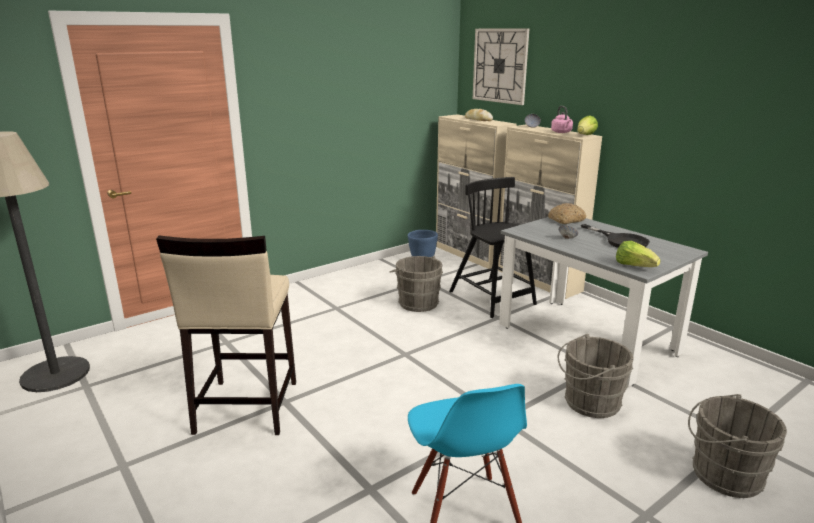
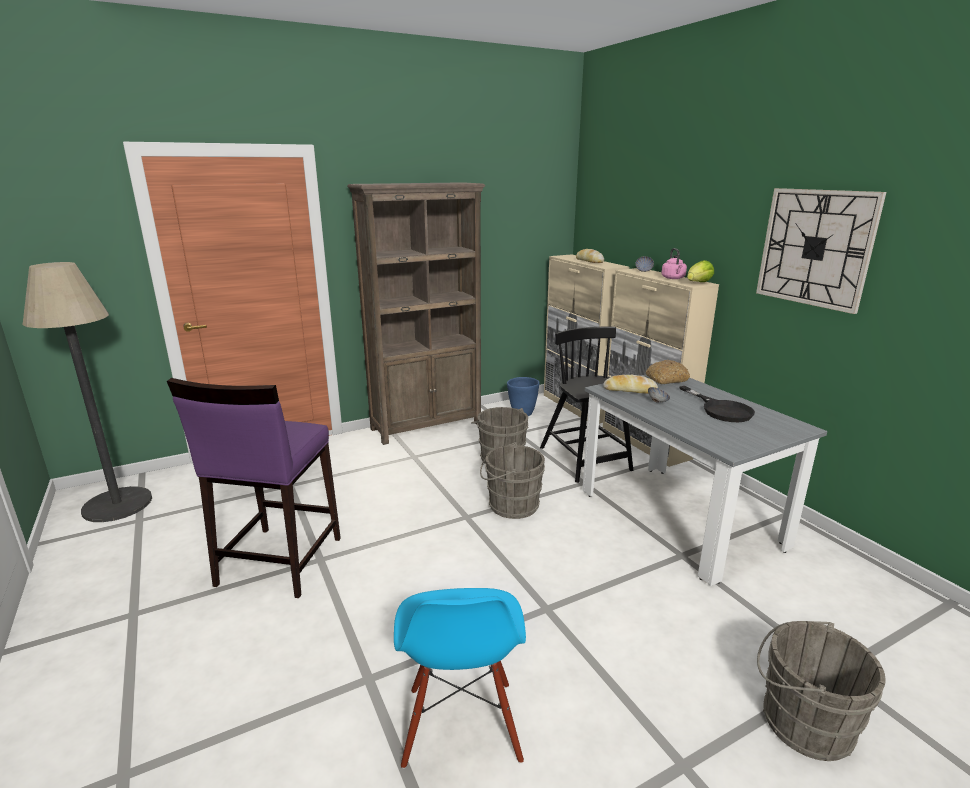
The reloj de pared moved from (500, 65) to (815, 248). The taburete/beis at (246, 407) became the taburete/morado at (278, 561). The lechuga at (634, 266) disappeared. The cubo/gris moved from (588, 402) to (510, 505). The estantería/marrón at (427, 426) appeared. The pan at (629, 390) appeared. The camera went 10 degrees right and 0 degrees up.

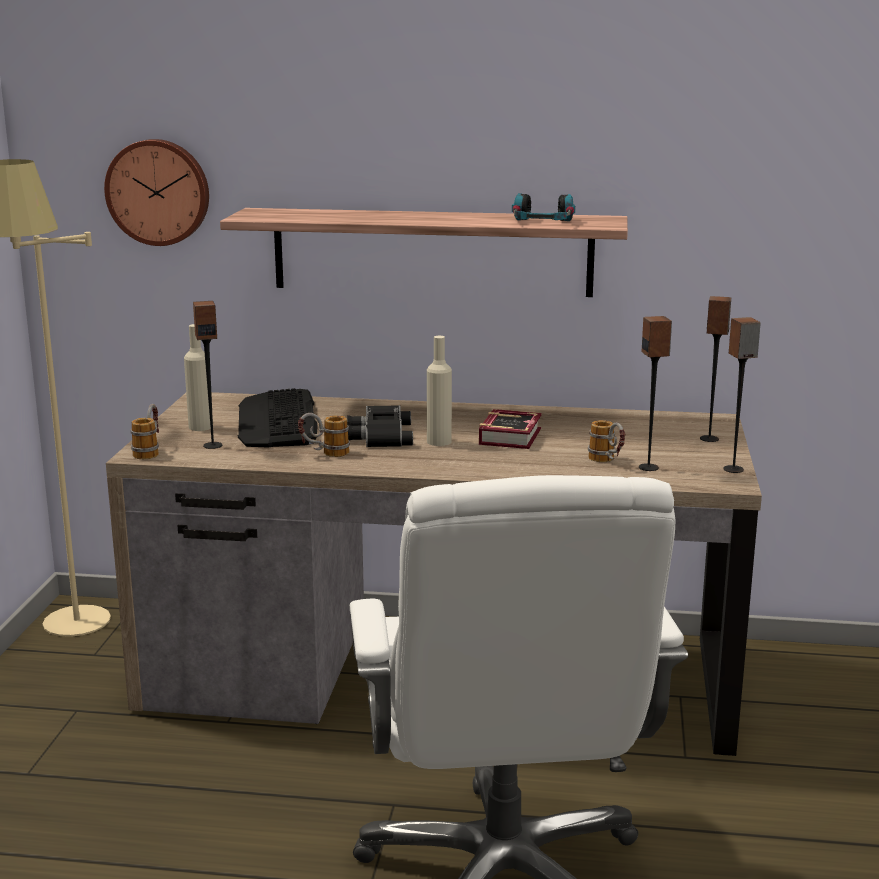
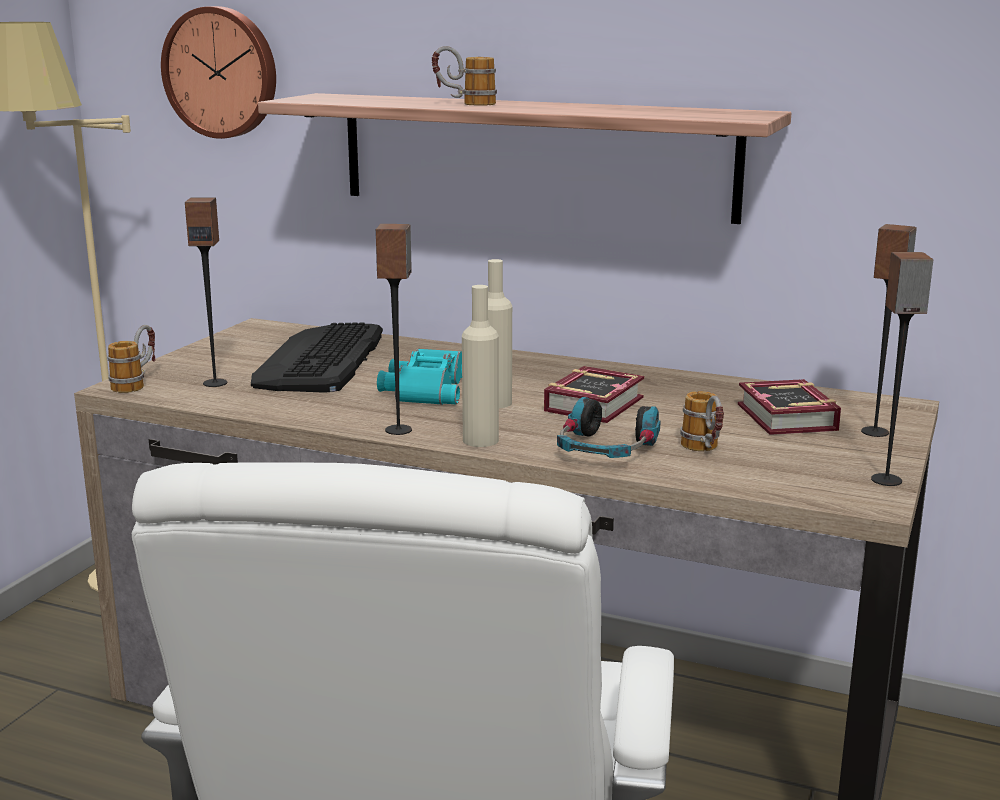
The auriculares moved from (542, 224) to (605, 450). The altavoz moved from (649, 467) to (399, 430). The botella/beis moved from (200, 427) to (480, 440). The prismáticos/negro at (379, 435) became the prismáticos/turquesa at (426, 388). The taza grande moved from (324, 454) to (464, 104). The libro at (785, 419) appeared. The camera went 15 degrees right and 0 degrees up.

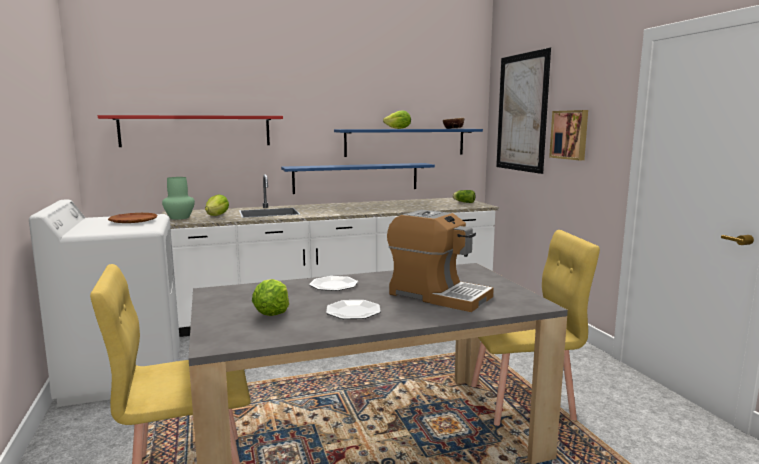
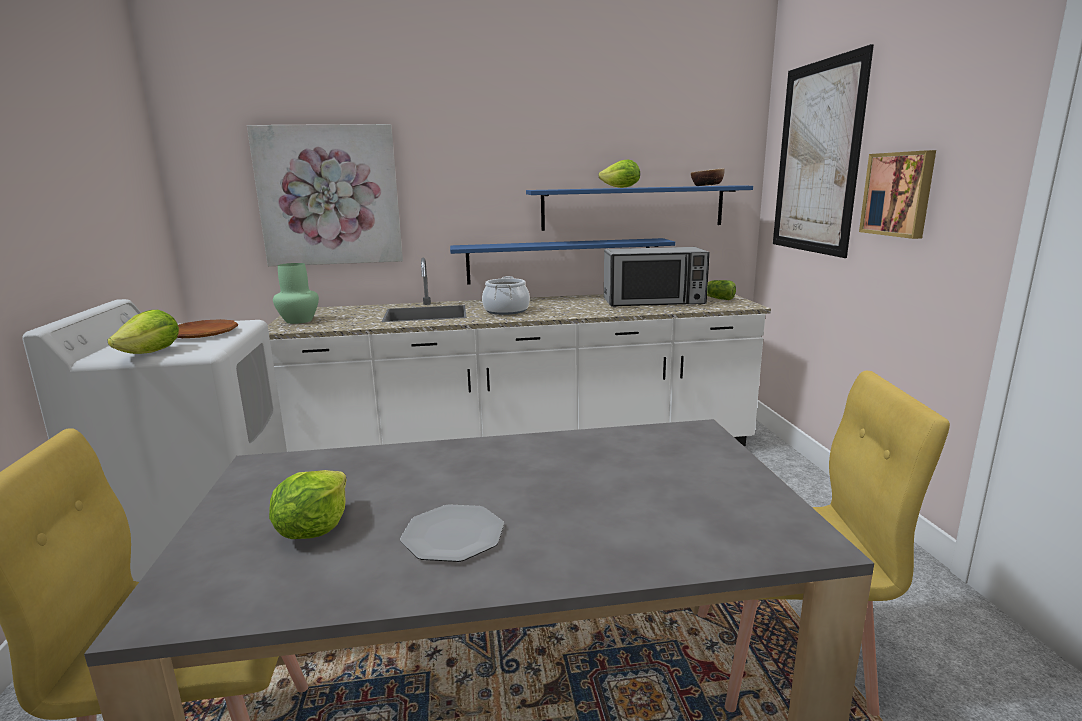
The estante/rojo at (196, 131) was replaced by the cuadro at (329, 196). The lechuga moved from (217, 215) to (152, 352). The cafetera at (438, 295) disappeared. The plato at (333, 285) disappeared. The microondas at (654, 302) appeared. The olla at (506, 311) appeared. The camera went 10 degrees right and 5 degrees up.

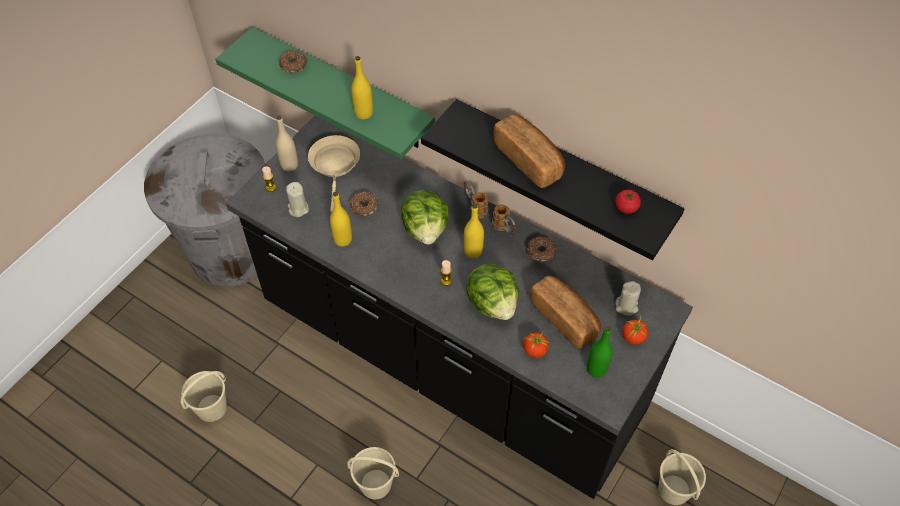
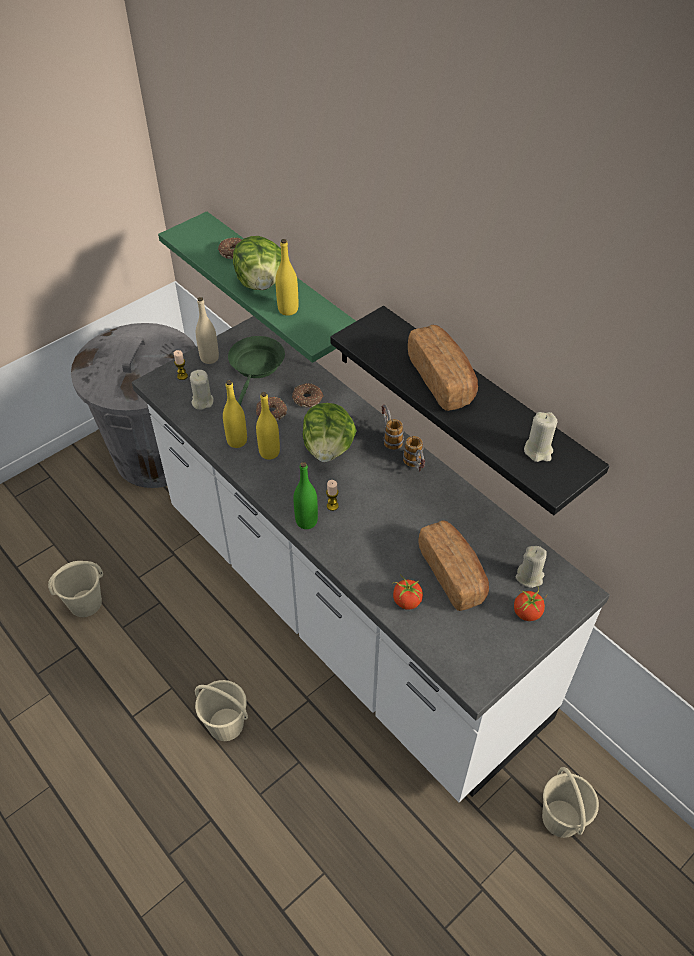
The mueble bajo de cocina/negro at (450, 360) became the mueble bajo de cocina/blanco at (347, 612). The sartén/beis at (335, 166) became the sartén/verde at (256, 368). The tomate at (626, 208) was replaced by the vela/beis at (538, 451). The botella/amarillo moved from (473, 251) to (269, 452). The rosquilla moved from (541, 251) to (308, 399). The lechuga moved from (493, 303) to (261, 283). The botella/verde moved from (596, 369) to (306, 521). The camera went 15 degrees right and 5 degrees down.

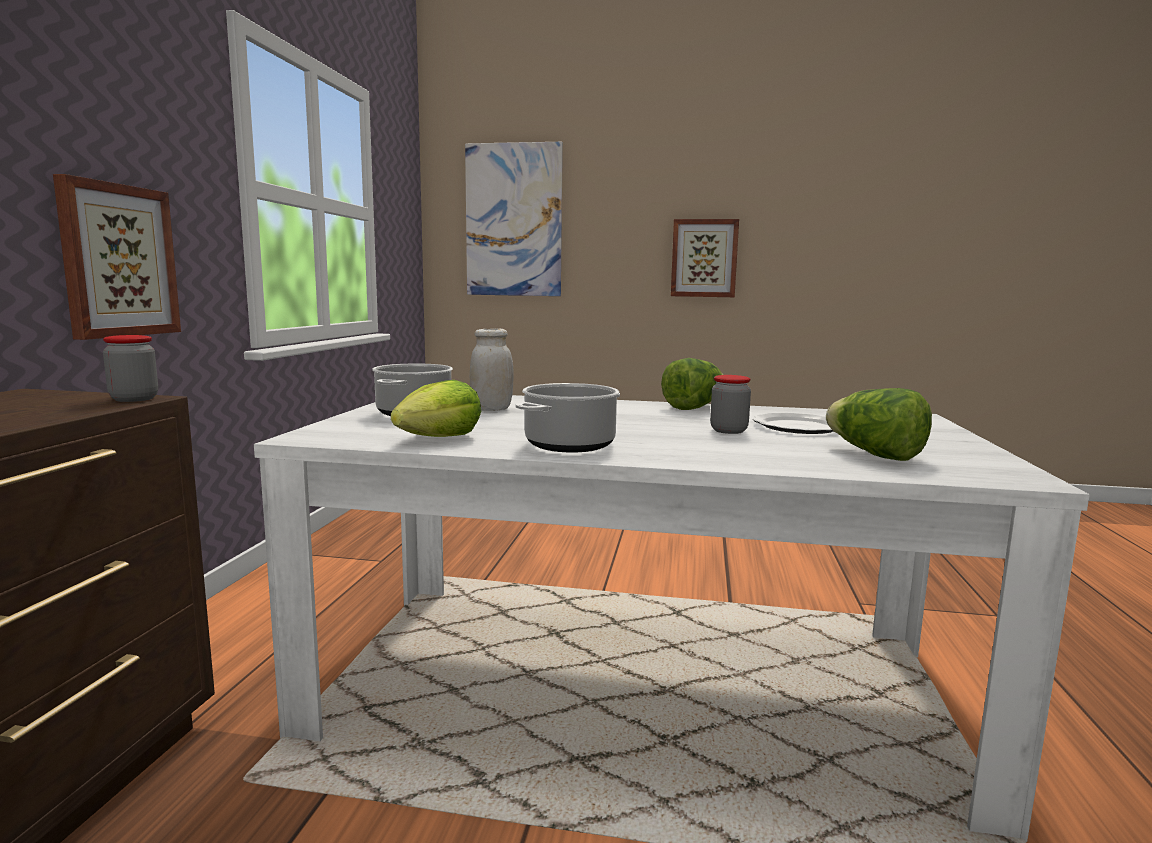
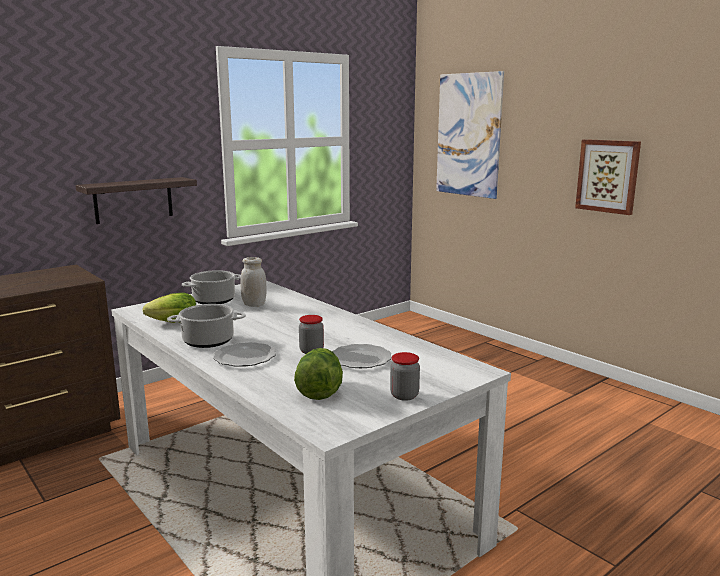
The cuadro at (118, 261) was replaced by the estante at (133, 200). The tarro moved from (134, 399) to (404, 395). The lechuga at (694, 407) disappeared. The plato at (246, 357) appeared. The camera went 40 degrees right and 5 degrees up.

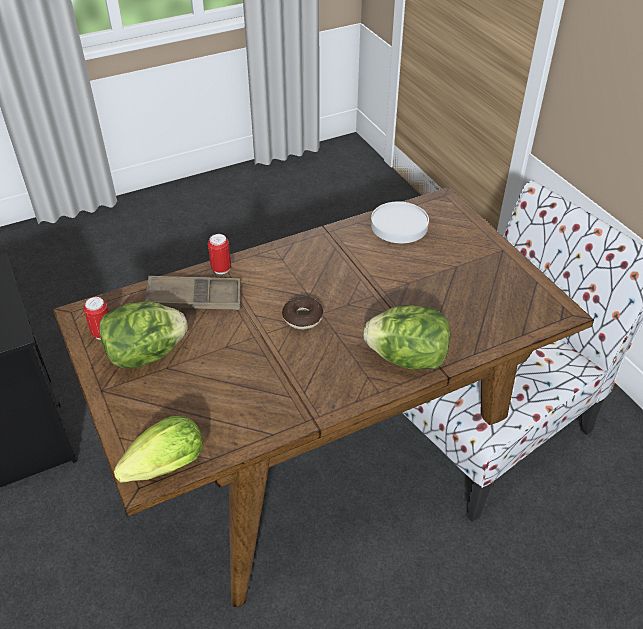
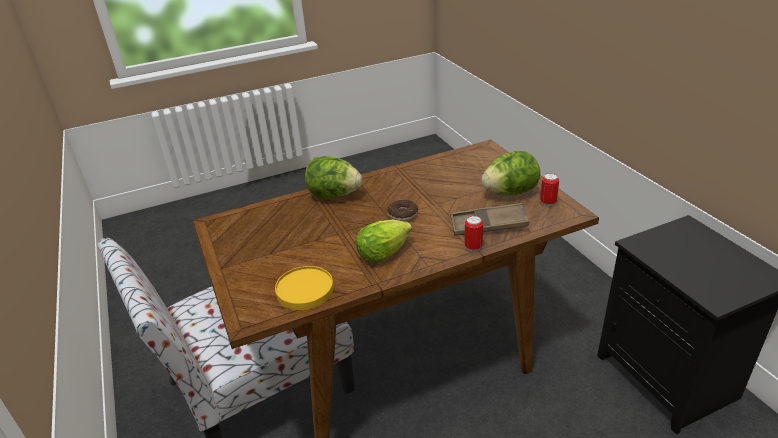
The plato/blanco at (398, 225) became the plato/amarillo at (305, 290). The lechuga moved from (162, 469) to (386, 252). The camera went 175 degrees left and 10 degrees down.

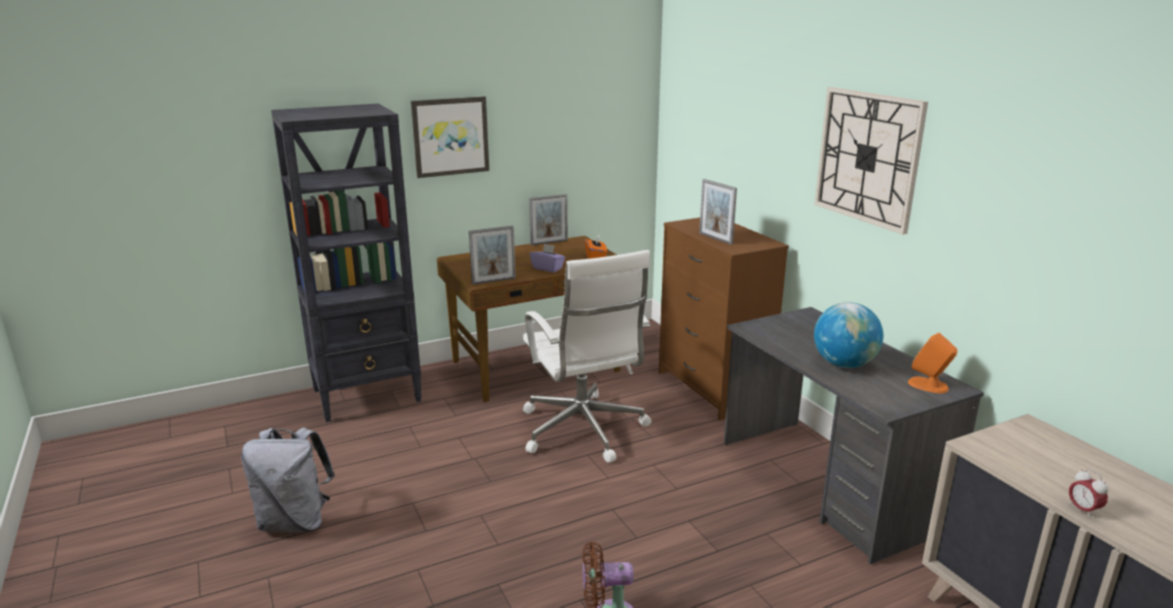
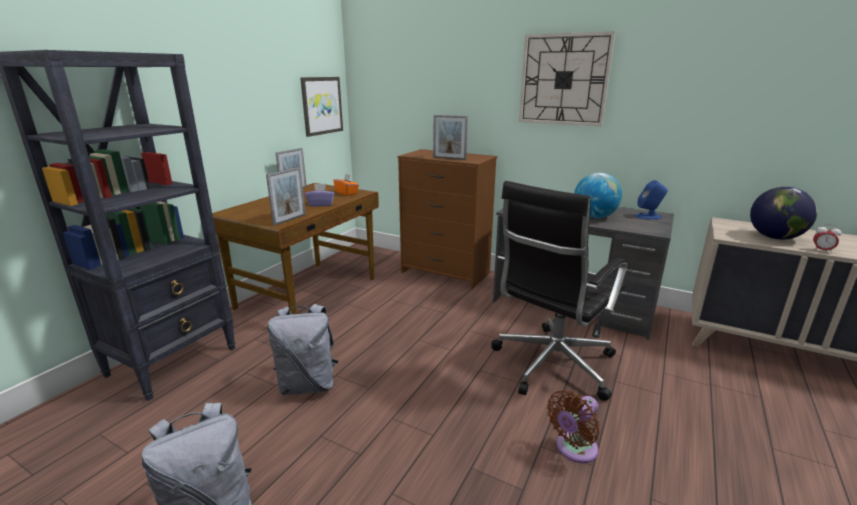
The cuadro moved from (450, 136) to (321, 105). The silla de oficina/blanco at (583, 431) disappeared. The altavoz/naranja at (928, 385) became the altavoz/azul at (648, 216). The silla de oficina/negro at (551, 365) appeared. The globo terráqueo at (775, 237) appeared. The mochila/gris at (308, 385) appeared. The camera went 35 degrees left and 0 degrees up.

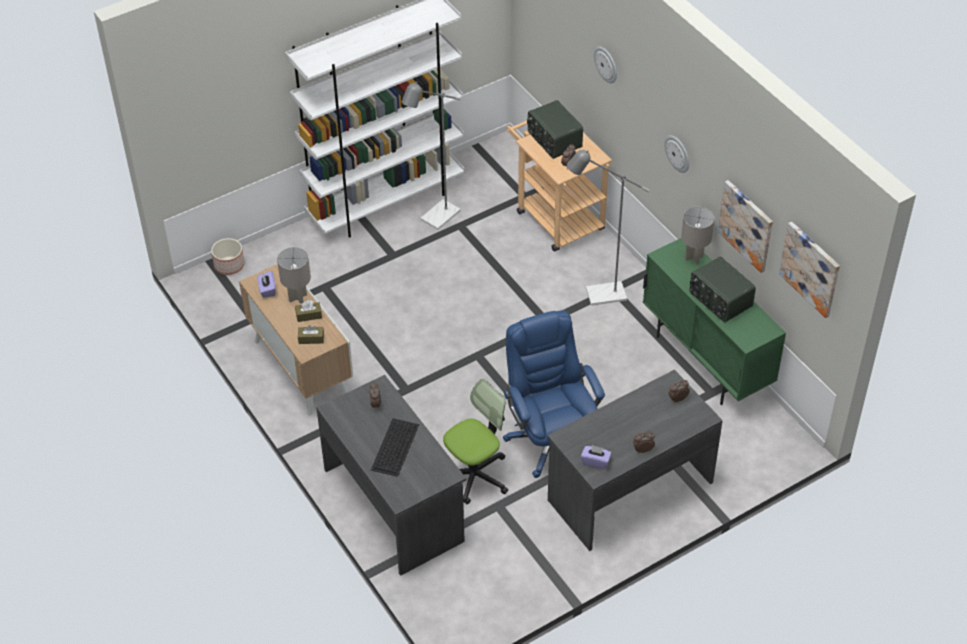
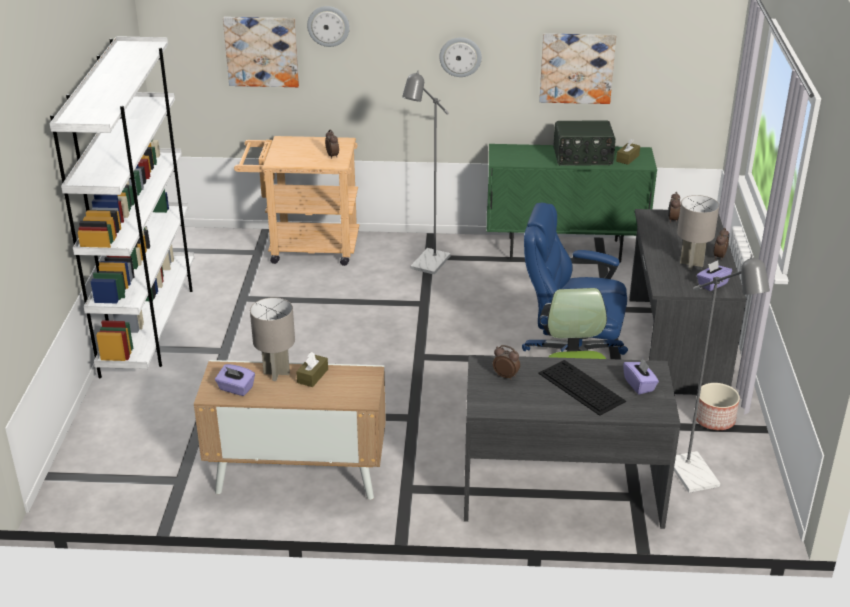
The lámpara de pie/gris moved from (435, 219) to (698, 480). The radio at (553, 140) disappeared. The lámpara de mesa/gris moved from (694, 258) to (692, 264). The cuadro moved from (810, 268) to (262, 51). The maceta moved from (229, 265) to (713, 420). The caja de pañuelos/marrón moved from (311, 339) to (627, 158). The caja de pañuelos/morado at (639, 385) appeared. The camera went 55 degrees left and 15 degrees down.

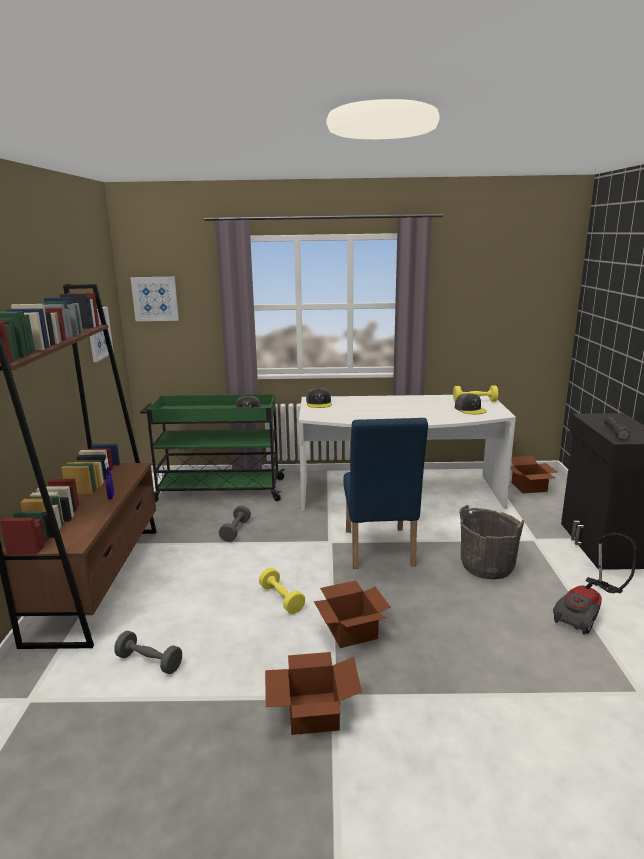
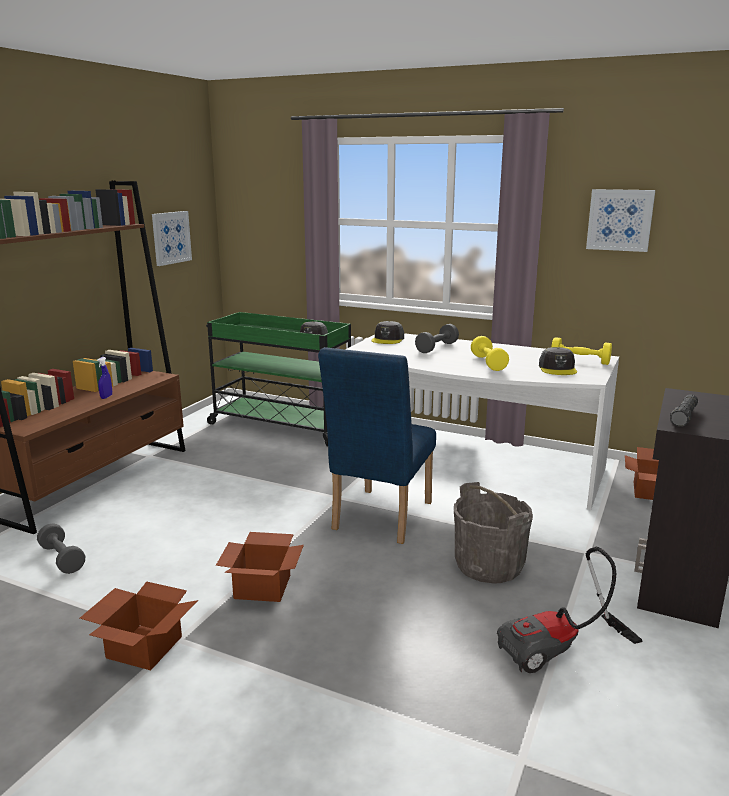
The cuadro moved from (155, 298) to (620, 220). The mancuerna/gris moved from (235, 530) to (437, 348). The mancuerna/amarillo moved from (281, 599) to (488, 363). The camera went 25 degrees right and 0 degrees up.

